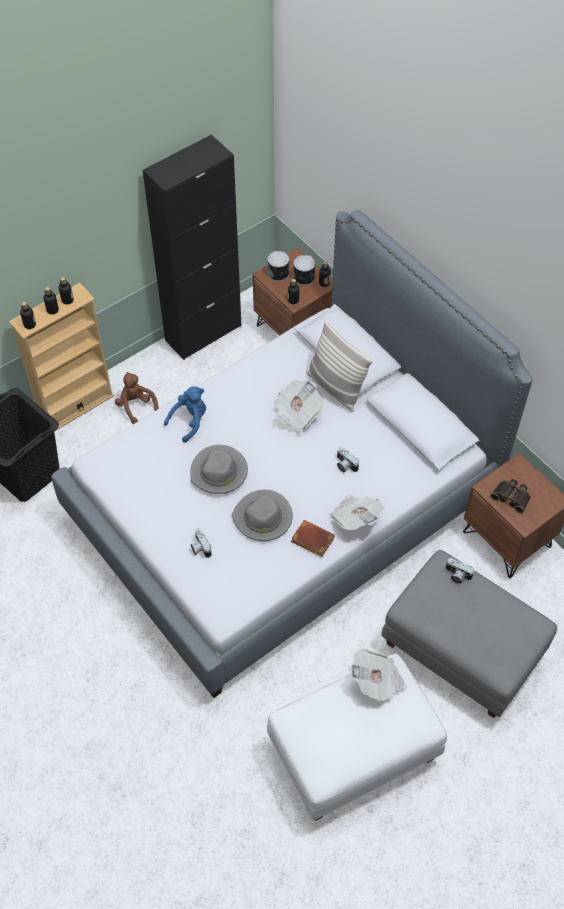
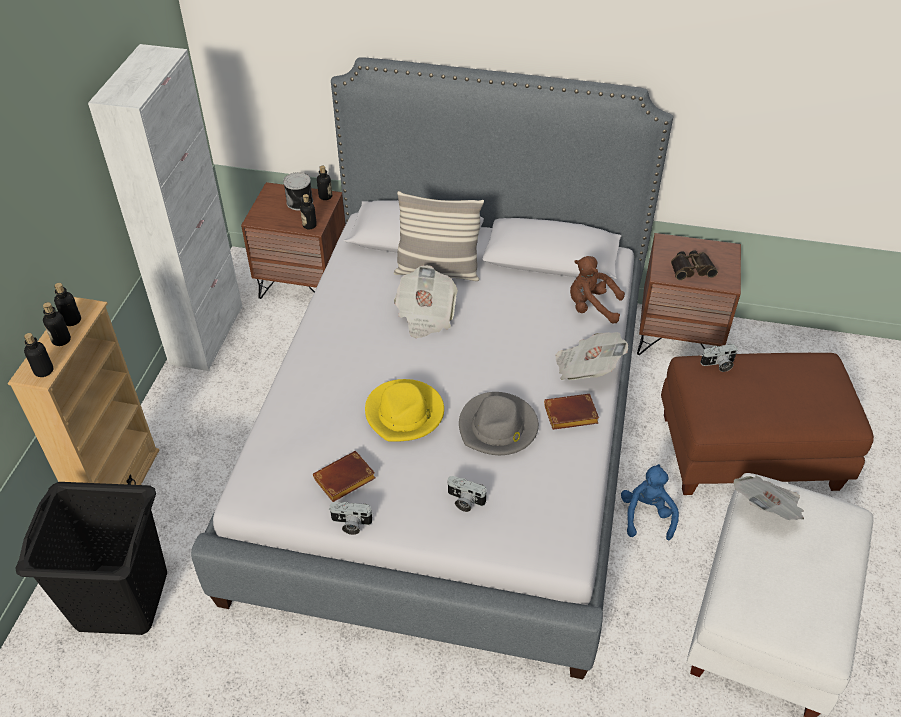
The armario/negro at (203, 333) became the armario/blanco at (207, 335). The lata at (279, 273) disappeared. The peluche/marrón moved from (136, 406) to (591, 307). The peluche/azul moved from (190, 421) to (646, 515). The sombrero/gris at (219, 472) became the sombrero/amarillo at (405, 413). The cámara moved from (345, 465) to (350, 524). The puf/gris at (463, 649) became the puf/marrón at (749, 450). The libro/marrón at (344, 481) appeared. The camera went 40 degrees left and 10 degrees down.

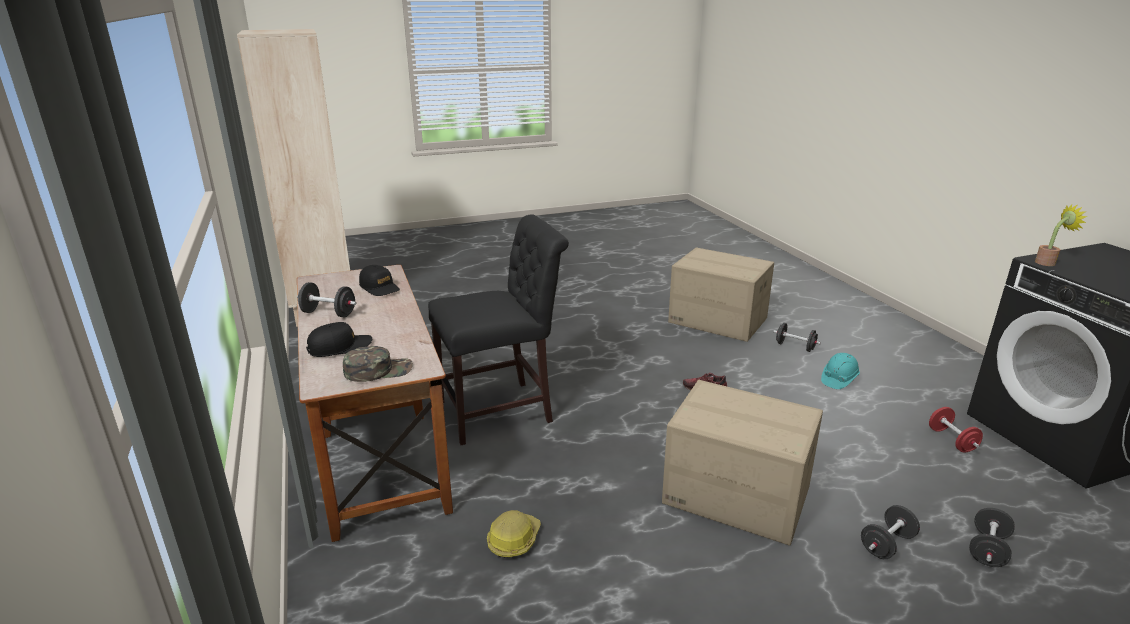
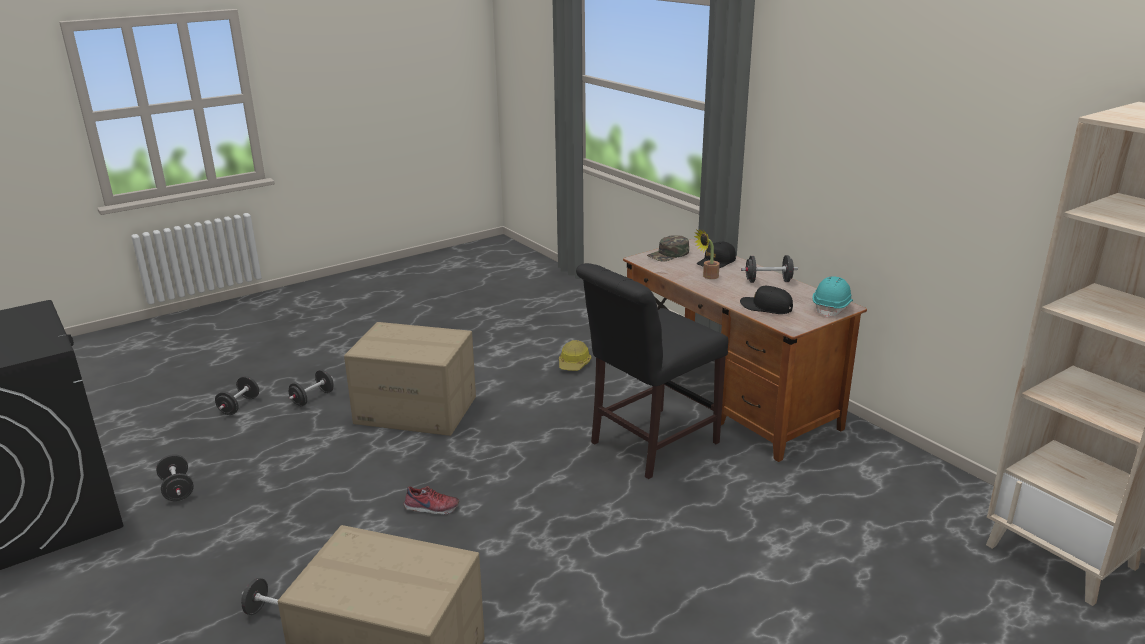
The planta en maceta moved from (1048, 262) to (708, 277). The casco/turquesa moved from (839, 379) to (832, 308). The mancuerna/rojo at (951, 440) became the mancuerna/negro at (177, 489). The camera went 165 degrees right and 0 degrees up.

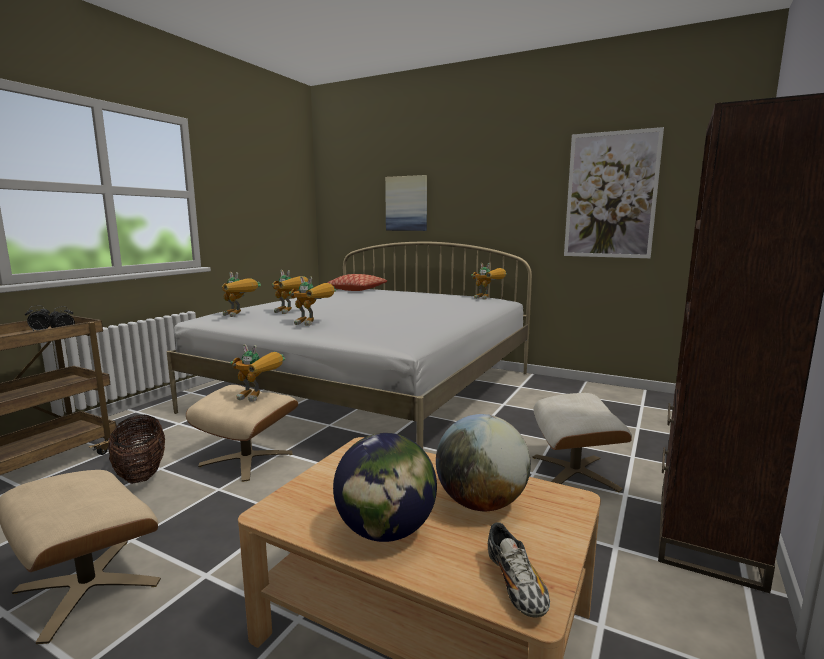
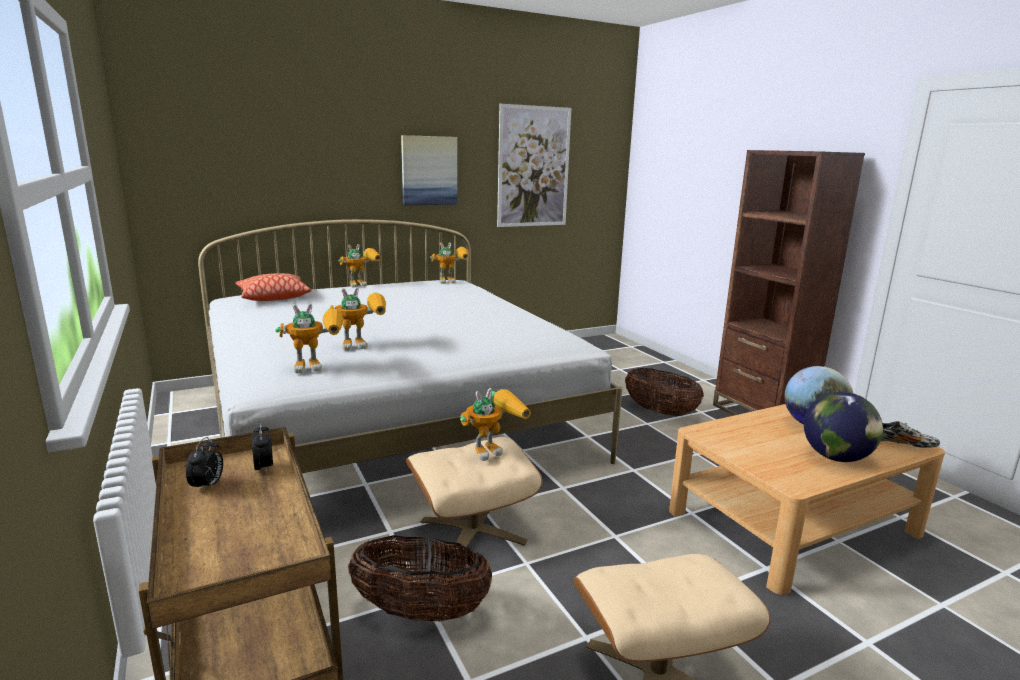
The cuadro moved from (406, 203) to (429, 170). The robot de juguete moved from (314, 323) to (363, 284). The puf/beis at (575, 473) was replaced by the cesta at (660, 412). The camera went 55 degrees left and 5 degrees up.

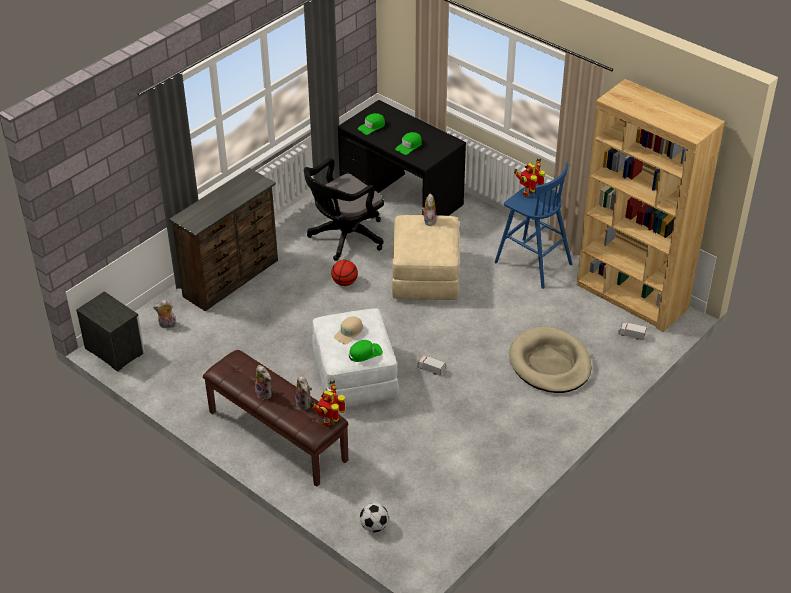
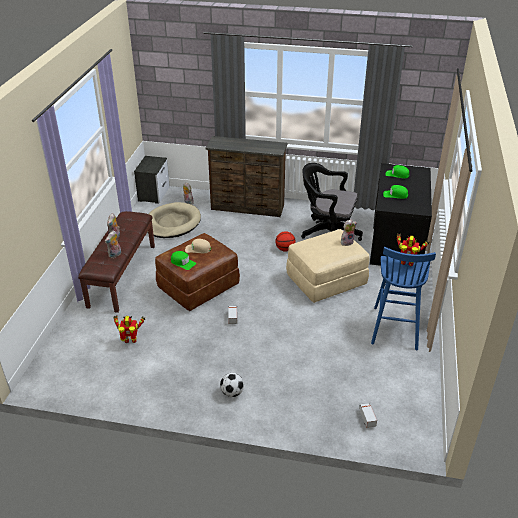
The estantería/marrón at (632, 297) disappeared. The puf/blanco at (354, 376) became the puf/marrón at (198, 286). The cama para perro/beis moved from (550, 364) to (172, 223). The robot de juguete moved from (330, 421) to (131, 341). The balón de fútbol moved from (374, 526) to (232, 392). The camera went 60 degrees right and 5 degrees down.

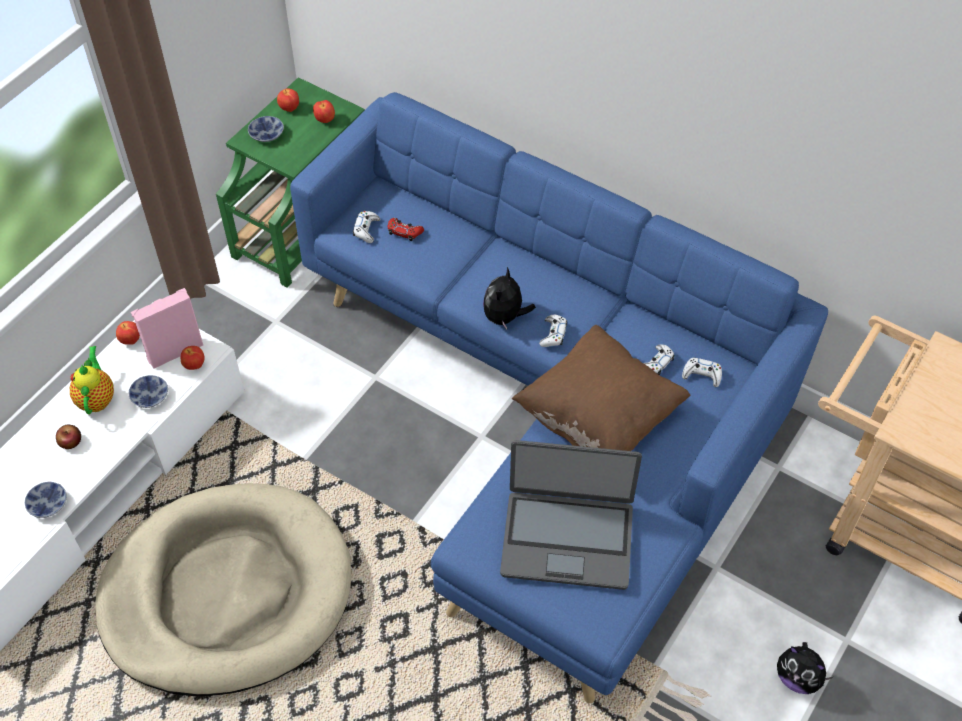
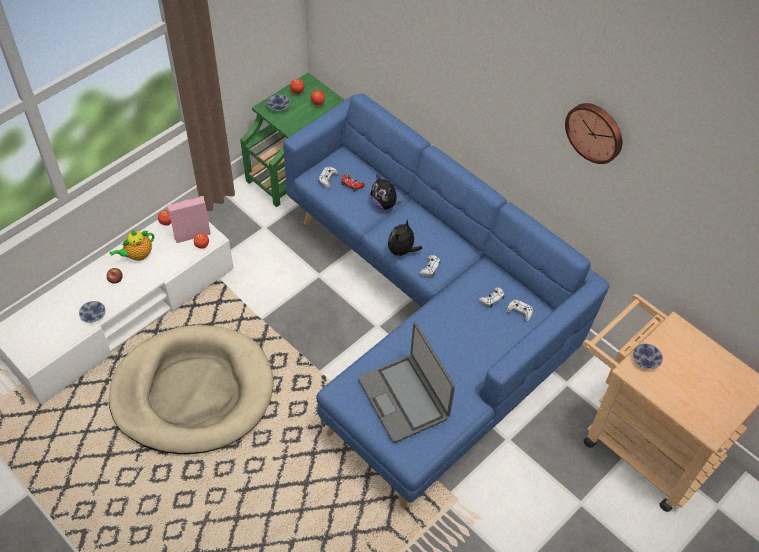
The cojín/marrón at (599, 417) disappeared. The tetera at (97, 398) turned 135 degrees counterclockwise. The cuenco moved from (148, 396) to (644, 359). The portátil at (567, 539) turned 45 degrees clockwise. The peluche moved from (798, 678) to (384, 204). The reloj de pared at (595, 131) appeared. The camera went 10 degrees right and 0 degrees up.

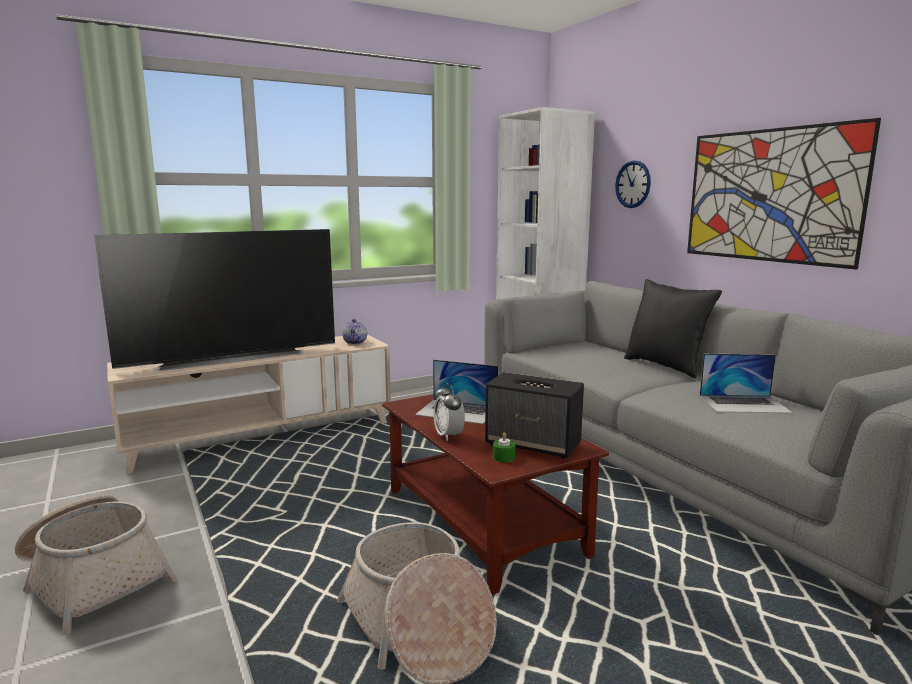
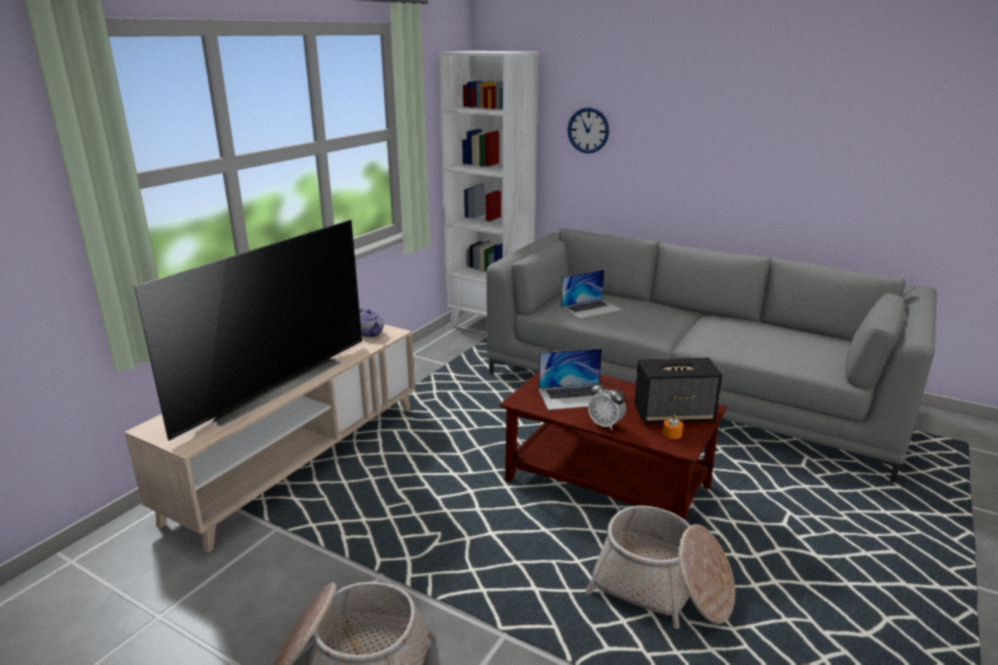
The cuadro at (770, 195) disappeared. The cojín/negro at (665, 366) disappeared. The portátil moved from (744, 404) to (591, 308). The vela/verde at (503, 457) became the vela/naranja at (672, 434). The camera went 30 degrees left and 10 degrees up.

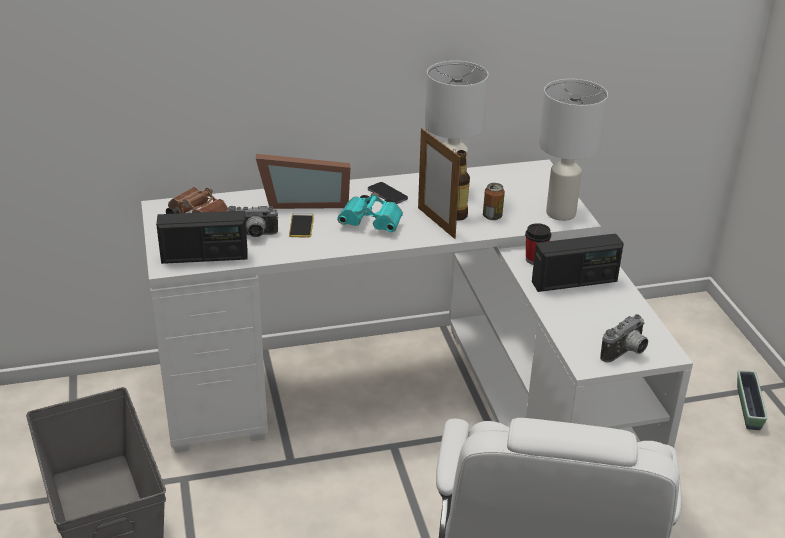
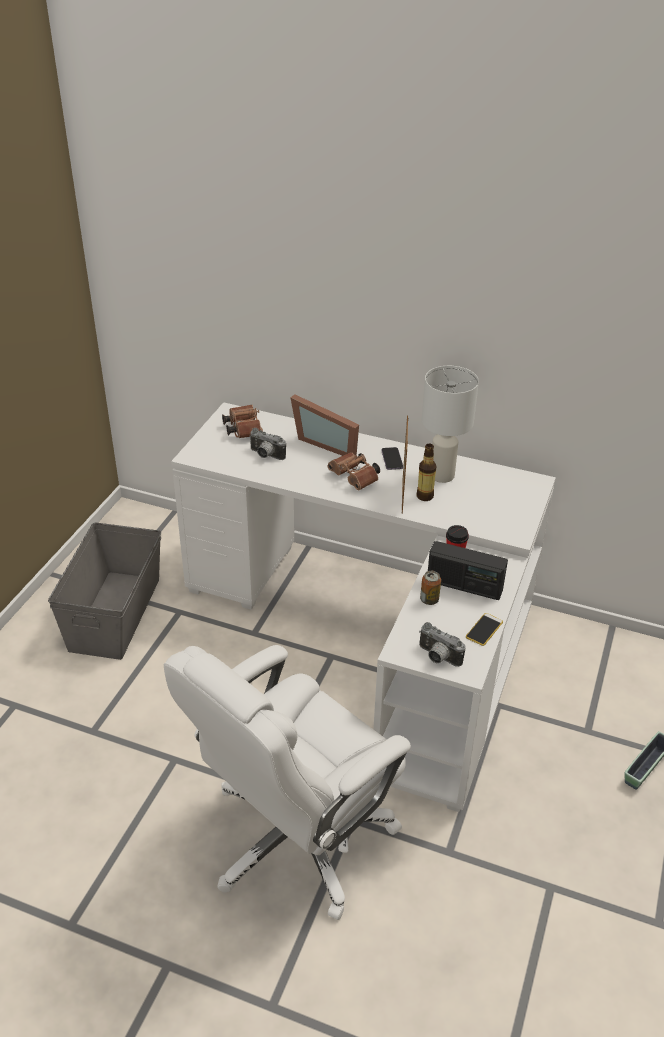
The lámpara de mesa/blanco at (561, 212) disappeared. The lata moved from (492, 216) to (429, 600). The prismáticos/turquesa at (373, 224) became the prismáticos/marrón at (355, 478). The radio at (204, 257) disappeared. The móvil moved from (301, 226) to (484, 629). The cámara at (626, 353) turned 45 degrees clockwise. The camera went 35 degrees right and 5 degrees up.

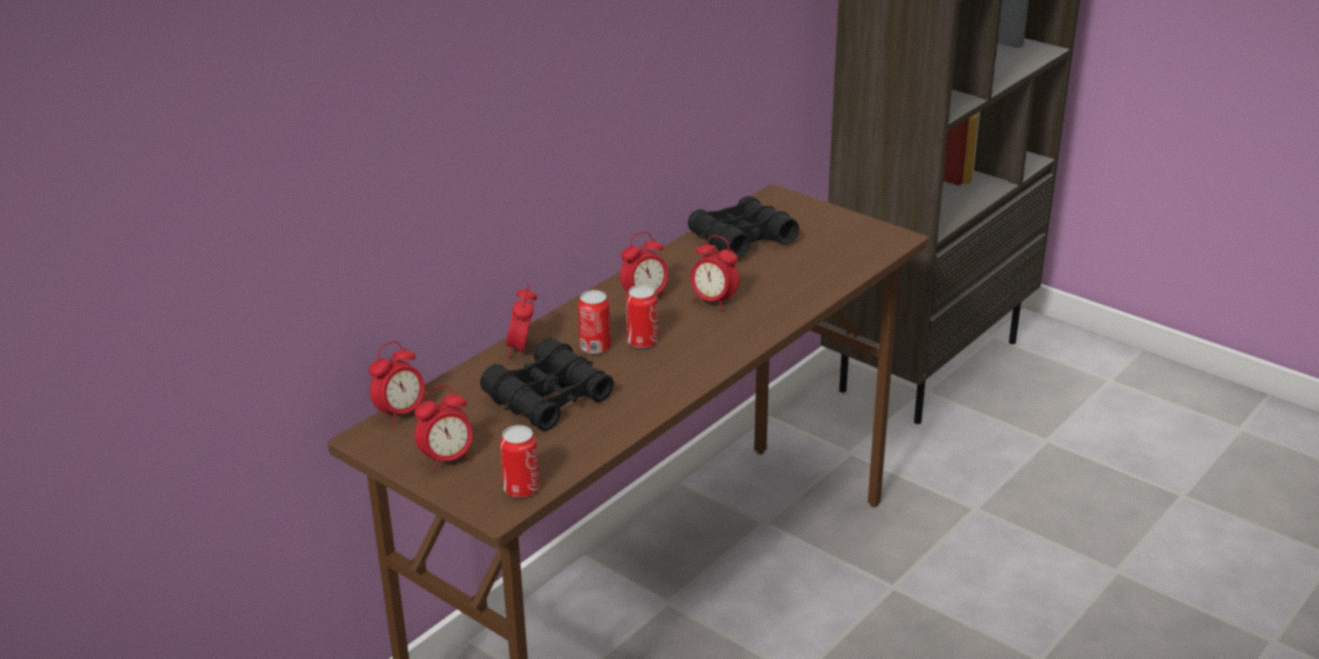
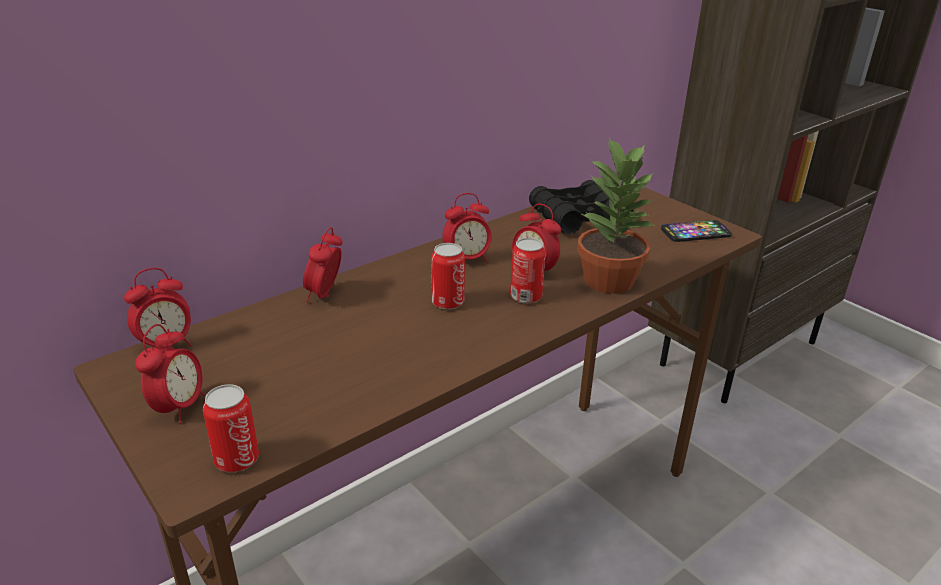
The lata moved from (595, 347) to (526, 297). The prismáticos/negro at (548, 398) disappeared. The despertador at (447, 459) turned 60 degrees counterclockwise. The planta en maceta at (609, 280) appeared. The móvil at (695, 232) appeared. The camera went 10 degrees right and 0 degrees up.

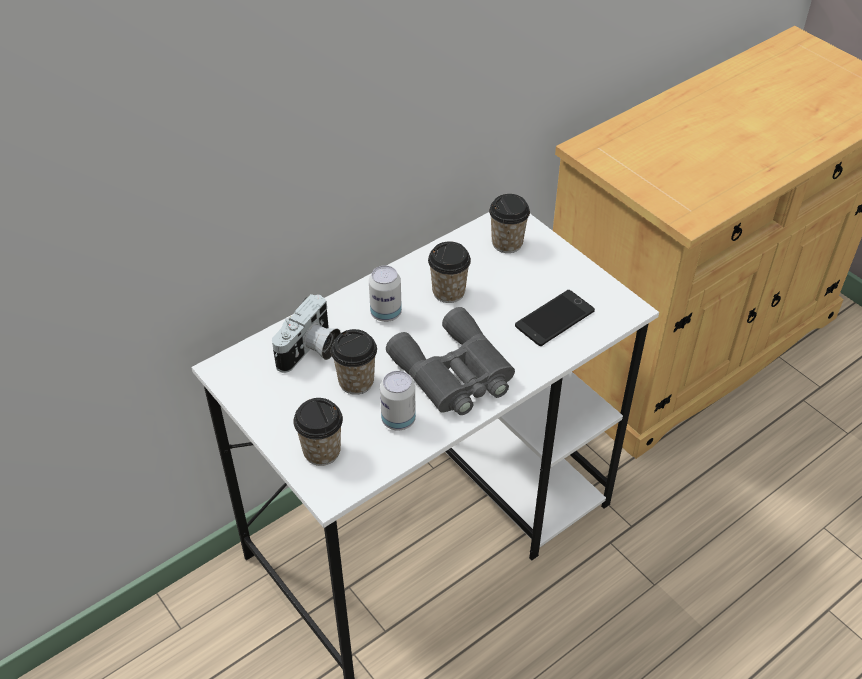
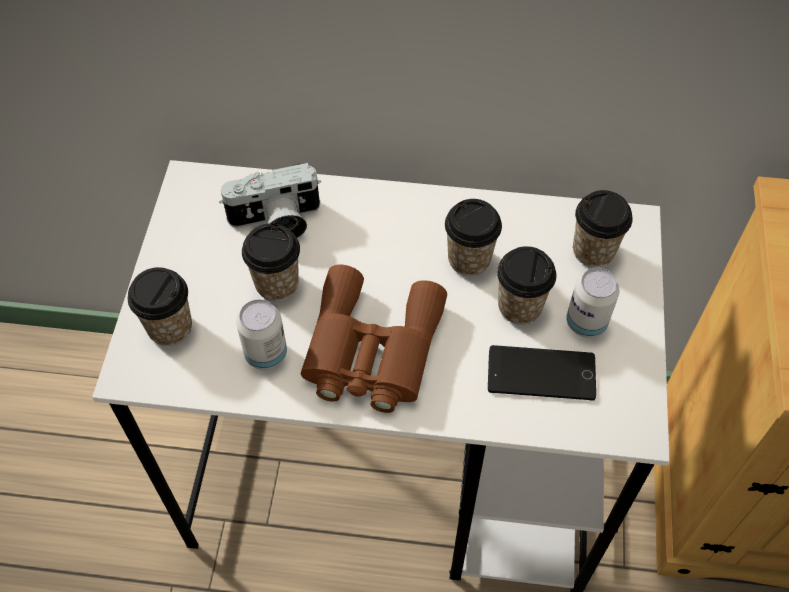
The lata moved from (386, 313) to (586, 322). The prismáticos/gris at (454, 374) became the prismáticos/marrón at (370, 351). The taza at (519, 307) appeared. The camera went 45 degrees right and 10 degrees up.

